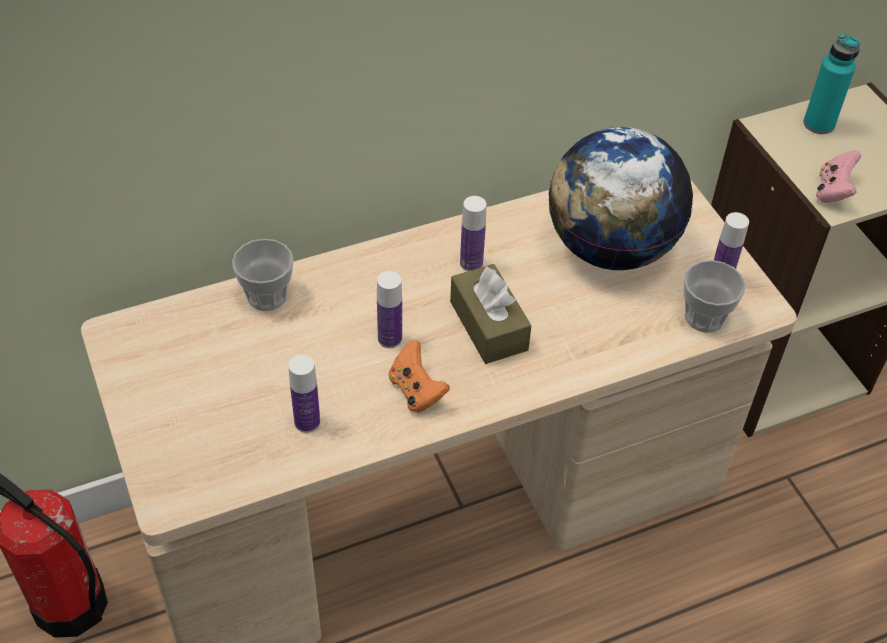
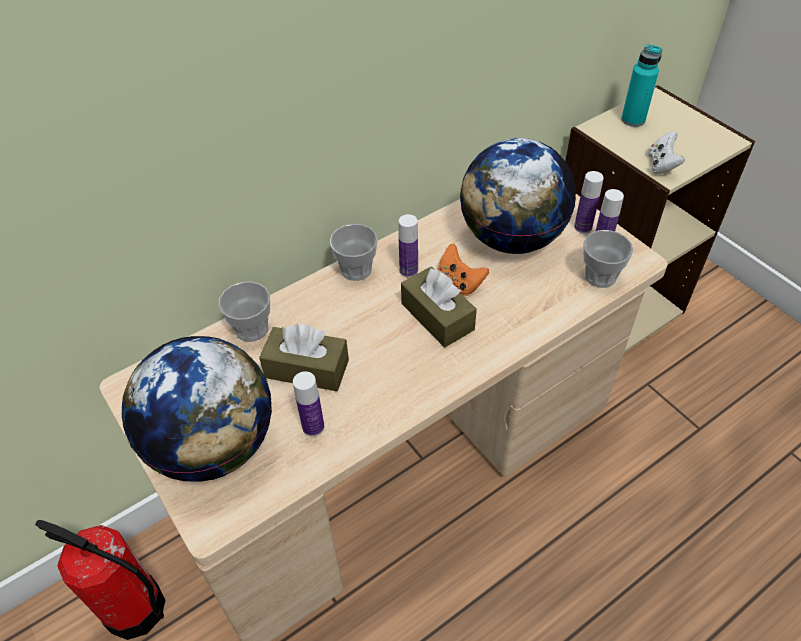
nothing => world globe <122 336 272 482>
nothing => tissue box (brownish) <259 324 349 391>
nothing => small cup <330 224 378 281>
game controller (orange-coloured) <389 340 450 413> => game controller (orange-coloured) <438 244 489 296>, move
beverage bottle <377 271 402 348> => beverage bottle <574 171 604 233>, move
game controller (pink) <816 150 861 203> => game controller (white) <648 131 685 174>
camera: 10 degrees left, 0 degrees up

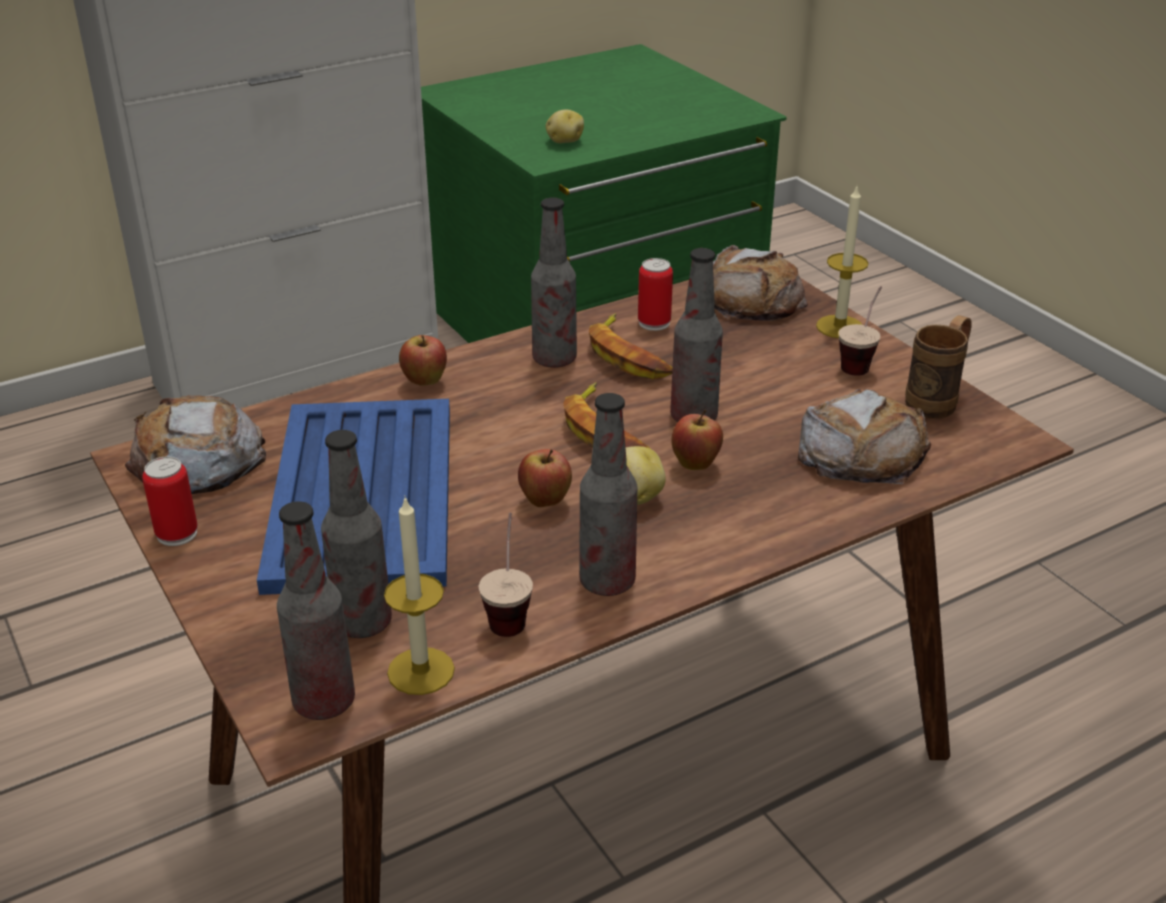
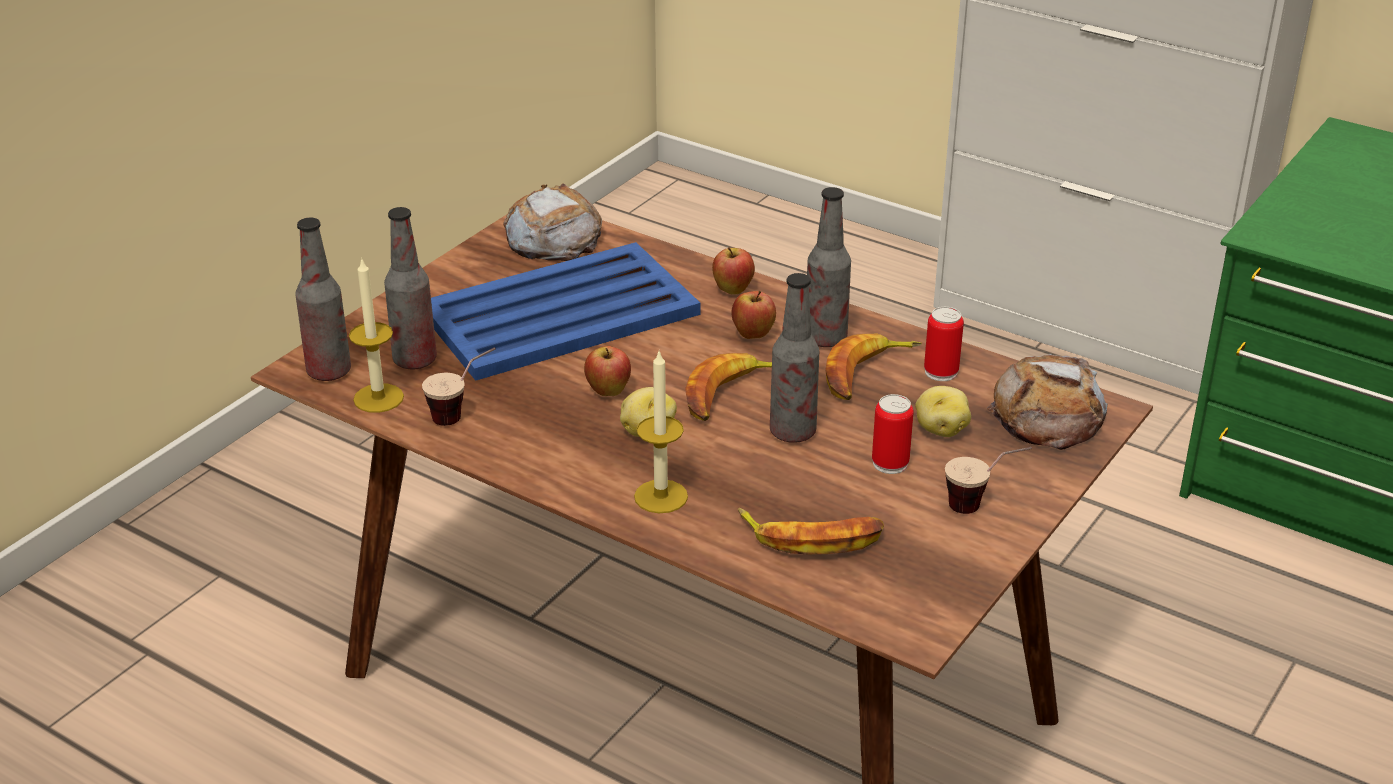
wax light <816 187 868 338> => wax light <634 349 688 513>, move
whole apple <672 410 723 470> => whole apple <731 291 776 339>, move
bread <798 389 931 484> => banana <738 508 884 554>
can <142 456 198 546> => can <872 394 914 474>, move
spud <546 109 584 143> => spud <915 386 971 437>, move
beverage bottle <579 393 637 596> => nothing
coffee mug (brownish) <905 315 971 418> => nothing
camera: 65 degrees right, 0 degrees up

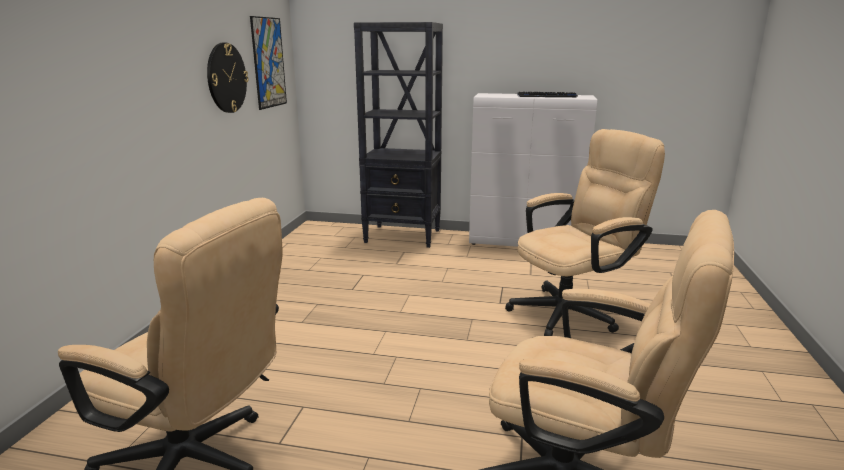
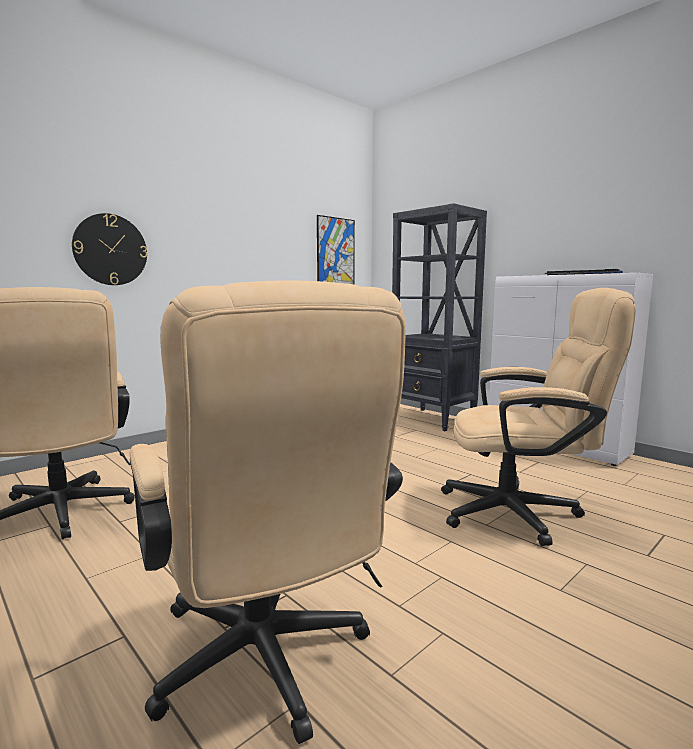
hanging clock <207 43 248 113> => hanging clock <72 213 147 285>, move
camera: 35 degrees right, 10 degrees down

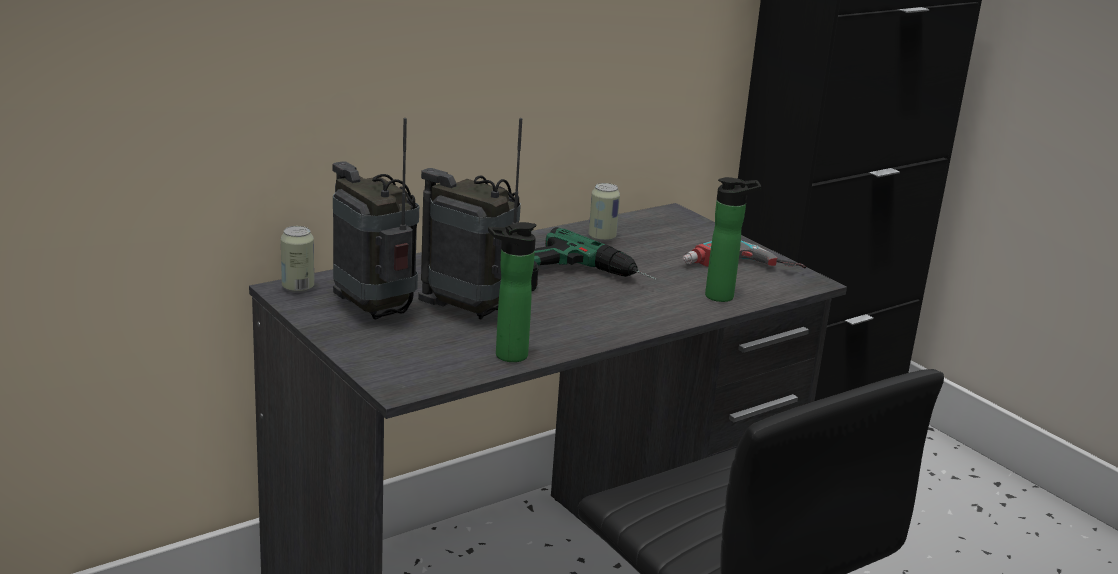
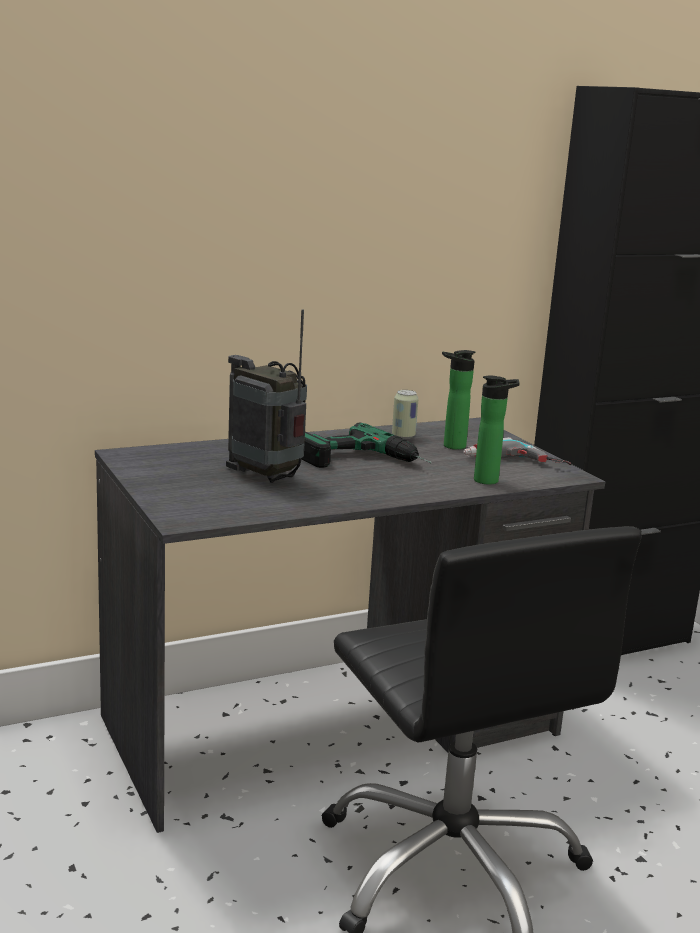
beverage bottle <488 222 536 362> => beverage bottle <442 350 476 450>, move
can <281 226 314 293> => nothing
radio set <333 118 419 319> => nothing
camera: 10 degrees right, 5 degrees down

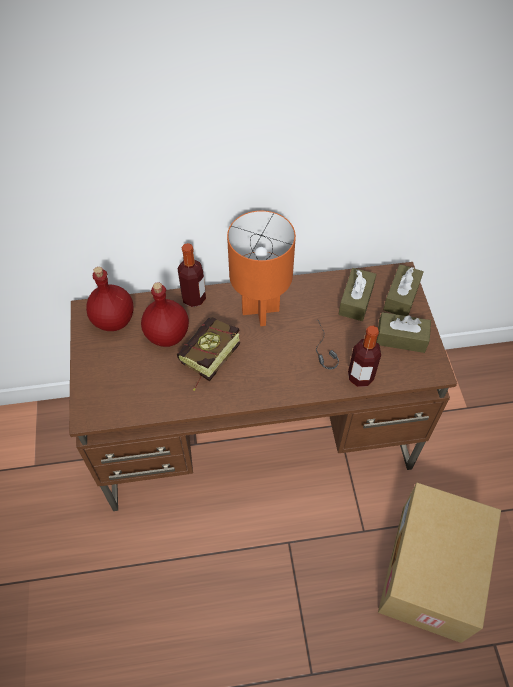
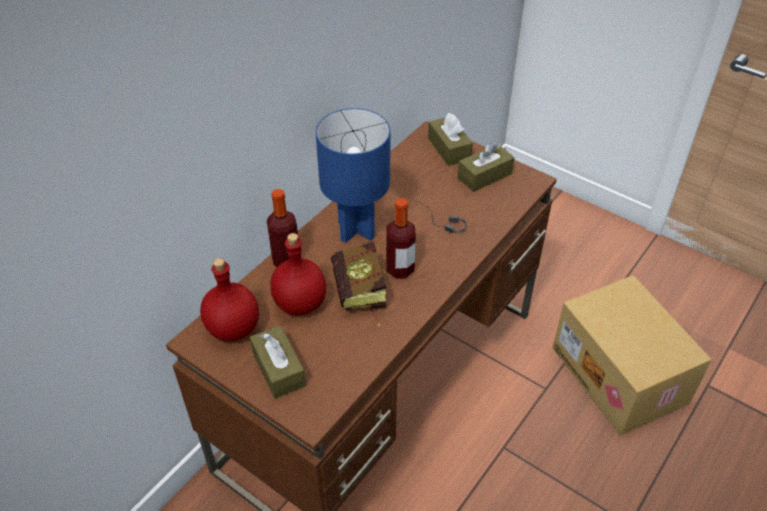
tissue box (brownish) <338 268 376 321> => tissue box (brownish) <250 325 306 398>, move
table lamp (orange-coloured) <227 211 296 326> => table lamp (bluish) <316 108 391 243>
beverage bottle <348 326 381 387> => beverage bottle <386 198 416 278>, move
camera: 45 degrees left, 10 degrees down

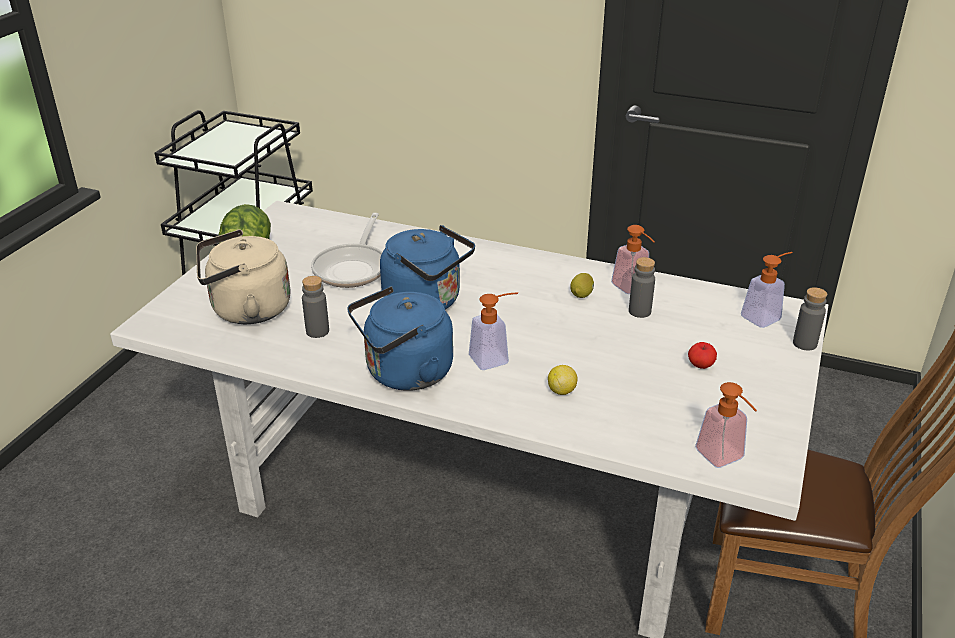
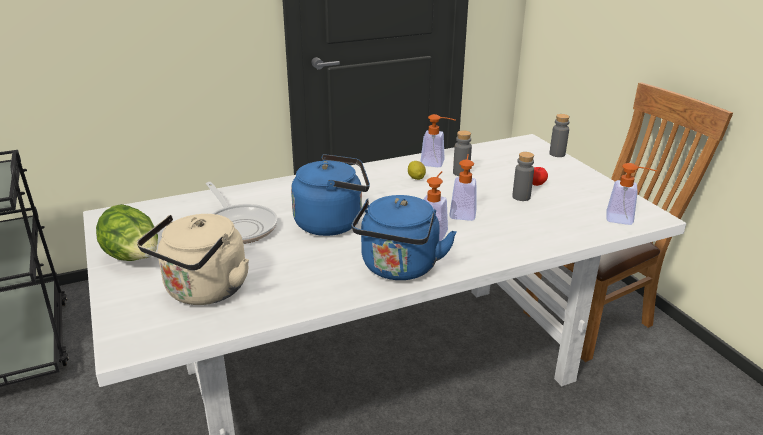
liquid soap bottle <741 252 793 328> => liquid soap bottle <449 154 476 221>, move
beverage bottle (grey) <302 276 329 338> => beverage bottle (grey) <512 152 534 201>, move
lemon <548 365 578 395> => nothing
camera: 45 degrees left, 5 degrees down

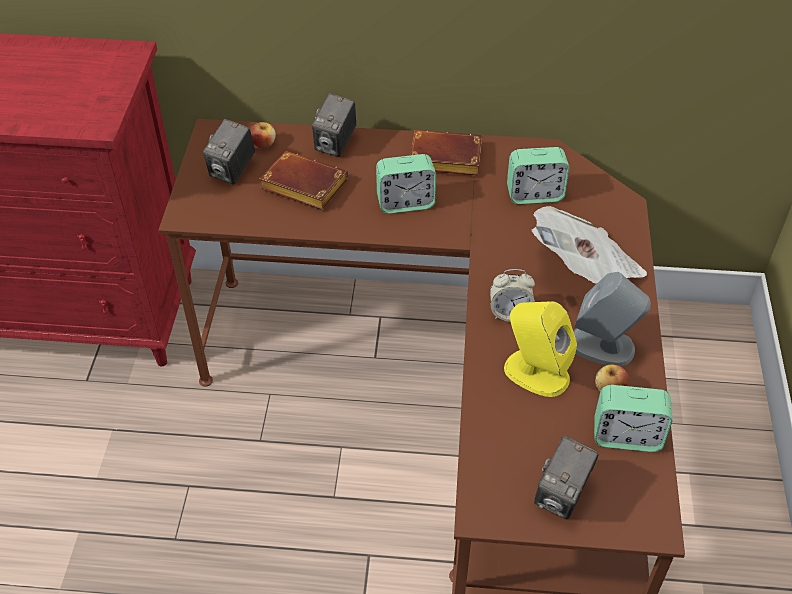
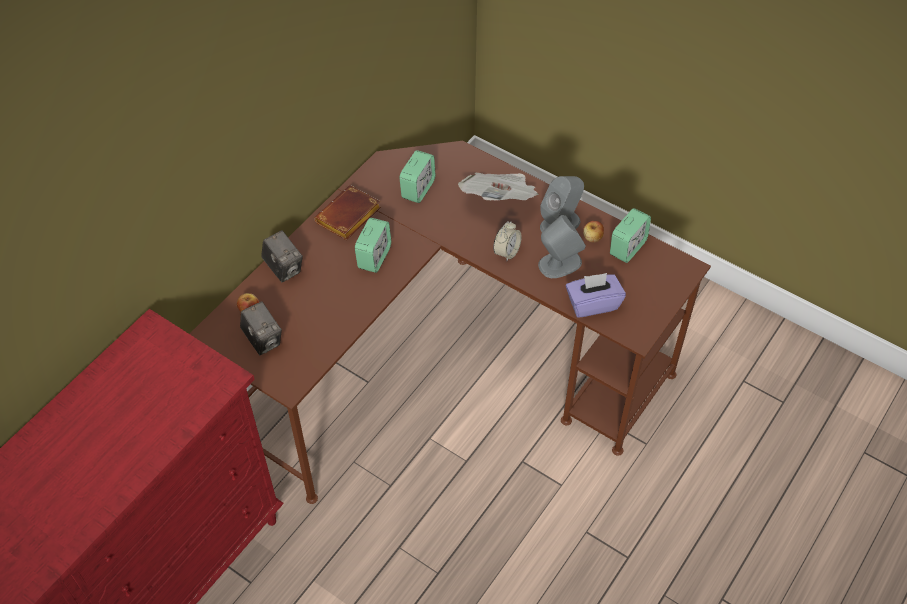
speaker (yellow) <504 301 577 397> => speaker (grey) <538 215 586 278>
nothing => tissue box (purple-coloured) <566 273 626 318>
book (brownish) <259 151 348 210> => nothing
still camera <534 436 599 519> => nothing
camera: 60 degrees left, 5 degrees up

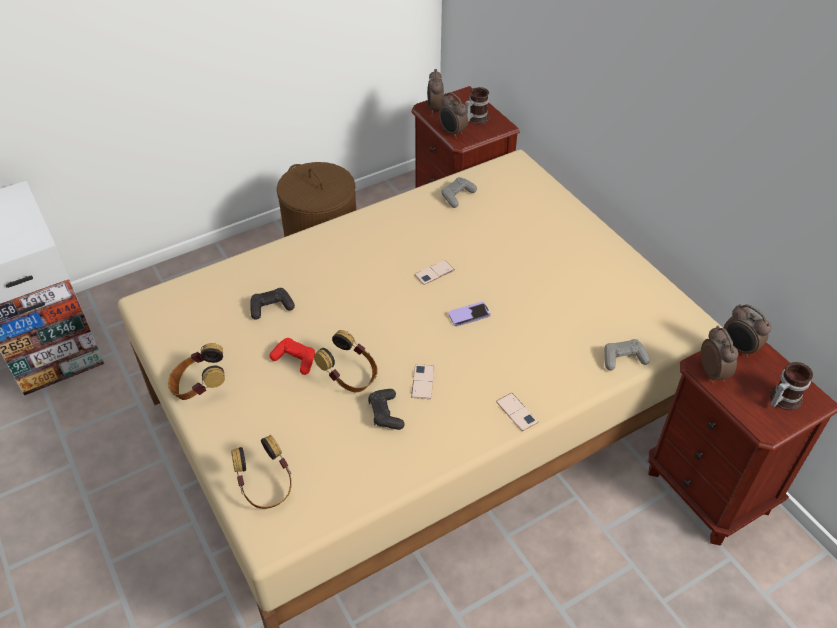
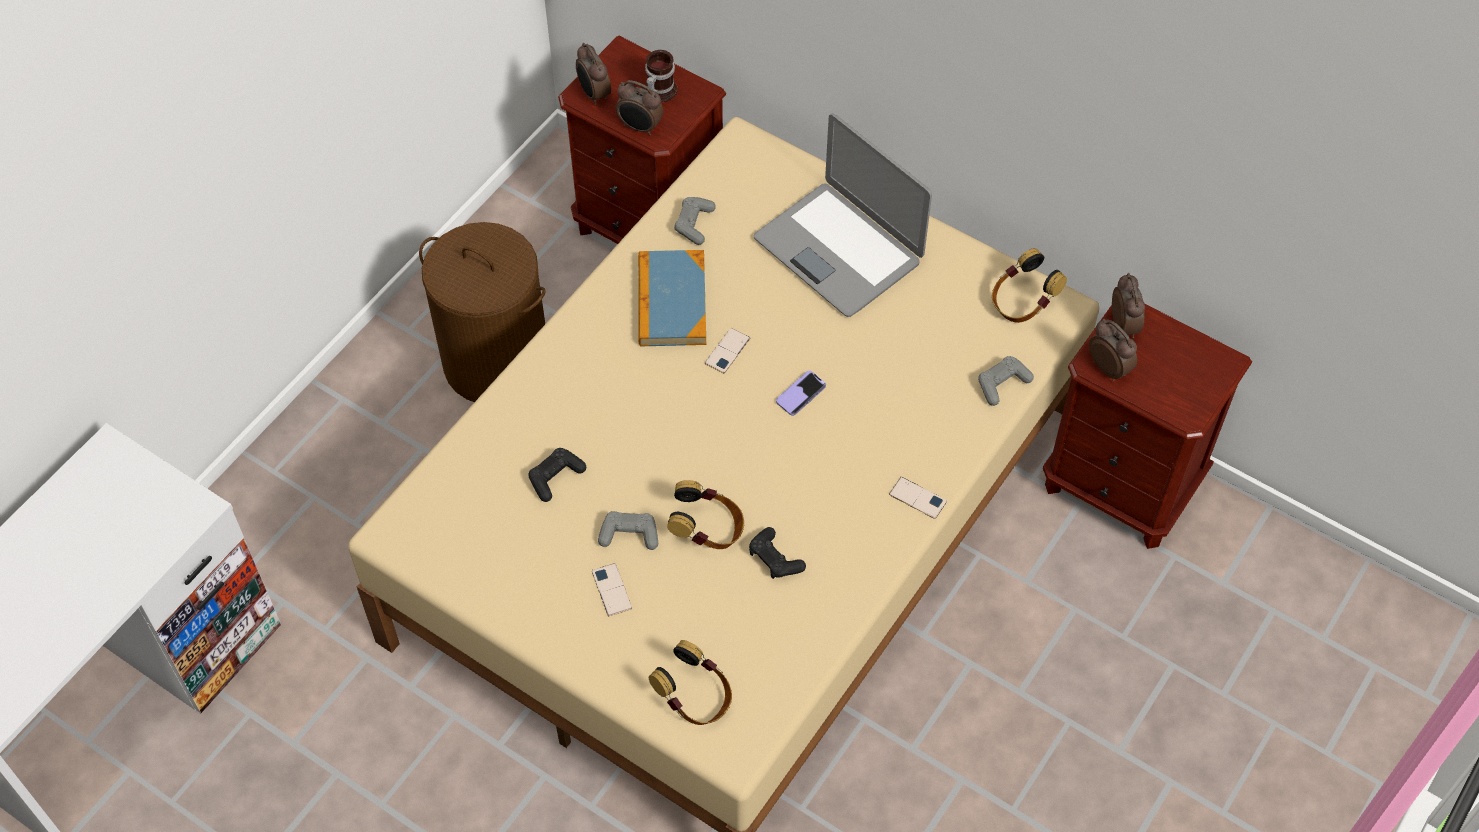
telephone <411 364 434 399> => telephone <592 563 632 616>, move
game controller (reddish) <270 338 315 375> => game controller (grey) <598 511 658 550>
nothing => book <638 250 706 346>
nothing => notebook computer <754 113 932 317>
headset <168 343 225 400> => headset <992 248 1067 323>, move
alarm clock <724 304 771 358> => alarm clock <1112 273 1145 338>, 120 degrees counterclockwise
coffee mug <770 362 813 410> => nothing
camera: 25 degrees left, 10 degrees up

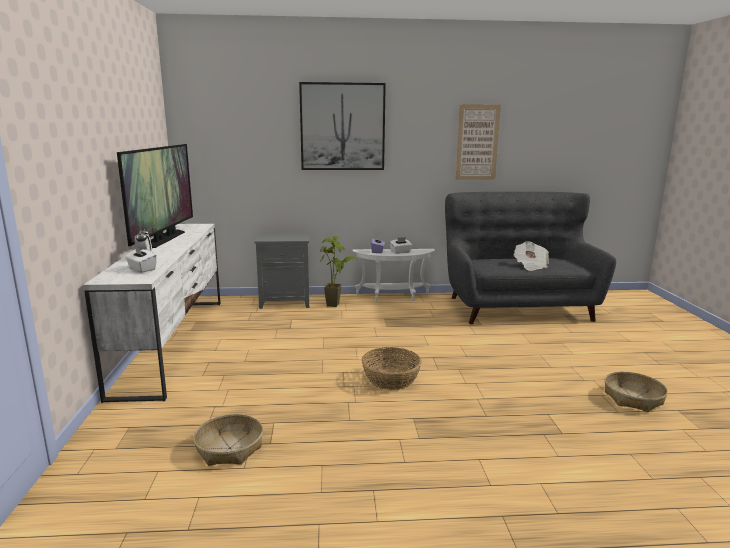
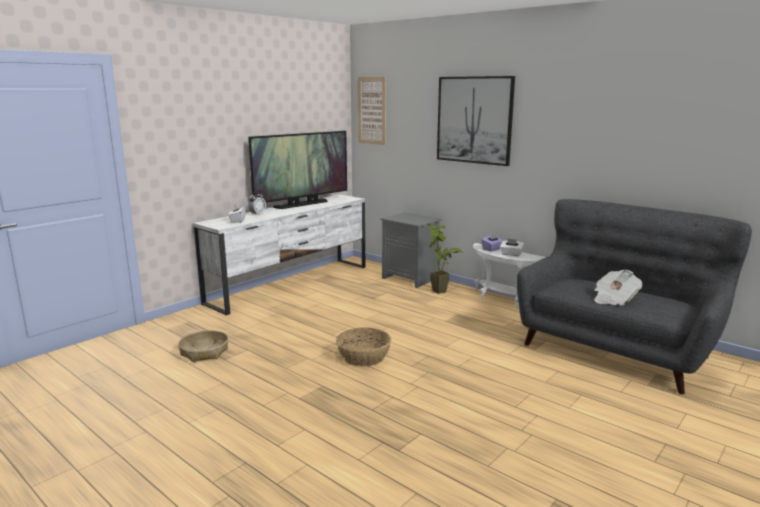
picture <455 104 501 180> => picture <358 77 386 145>, move
household basket <605 372 668 412> => nothing
camera: 45 degrees right, 0 degrees up

